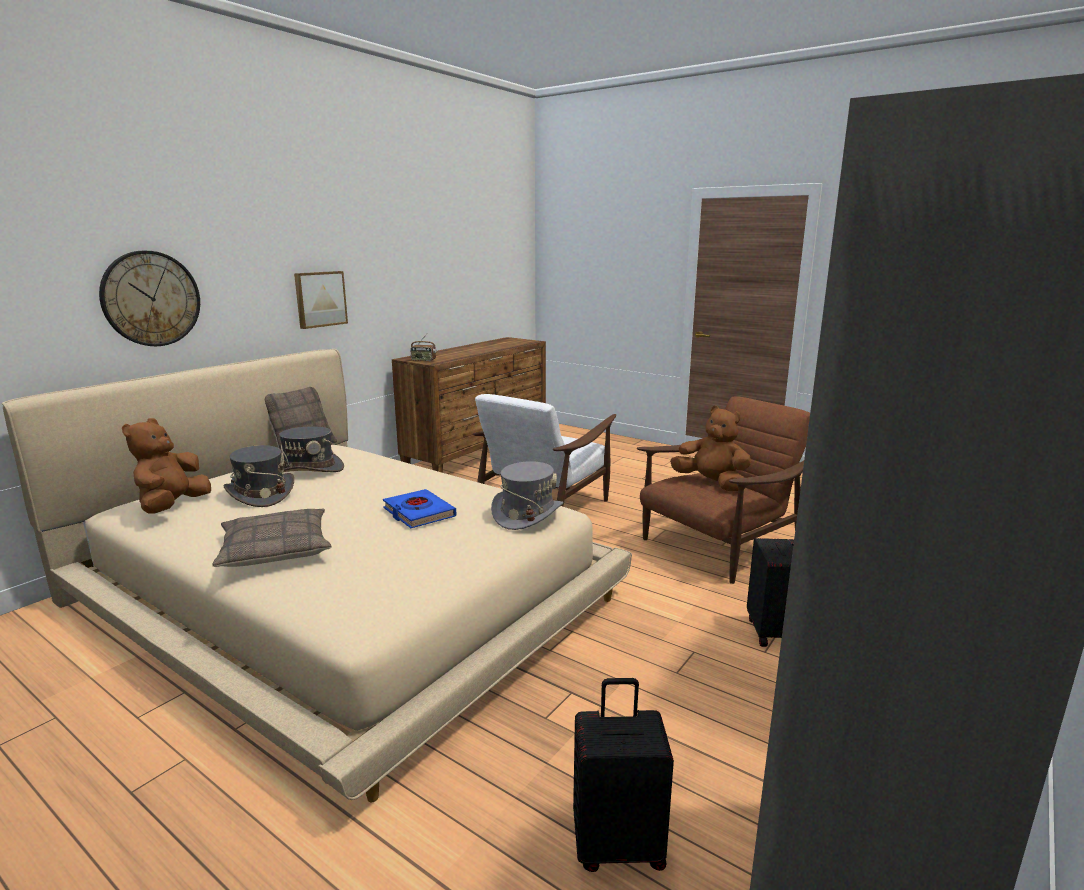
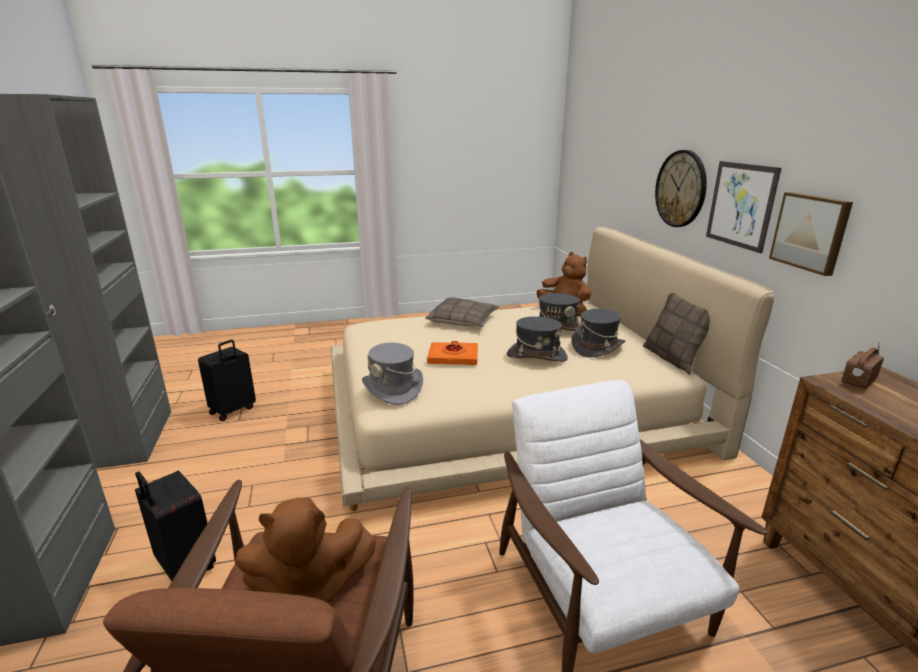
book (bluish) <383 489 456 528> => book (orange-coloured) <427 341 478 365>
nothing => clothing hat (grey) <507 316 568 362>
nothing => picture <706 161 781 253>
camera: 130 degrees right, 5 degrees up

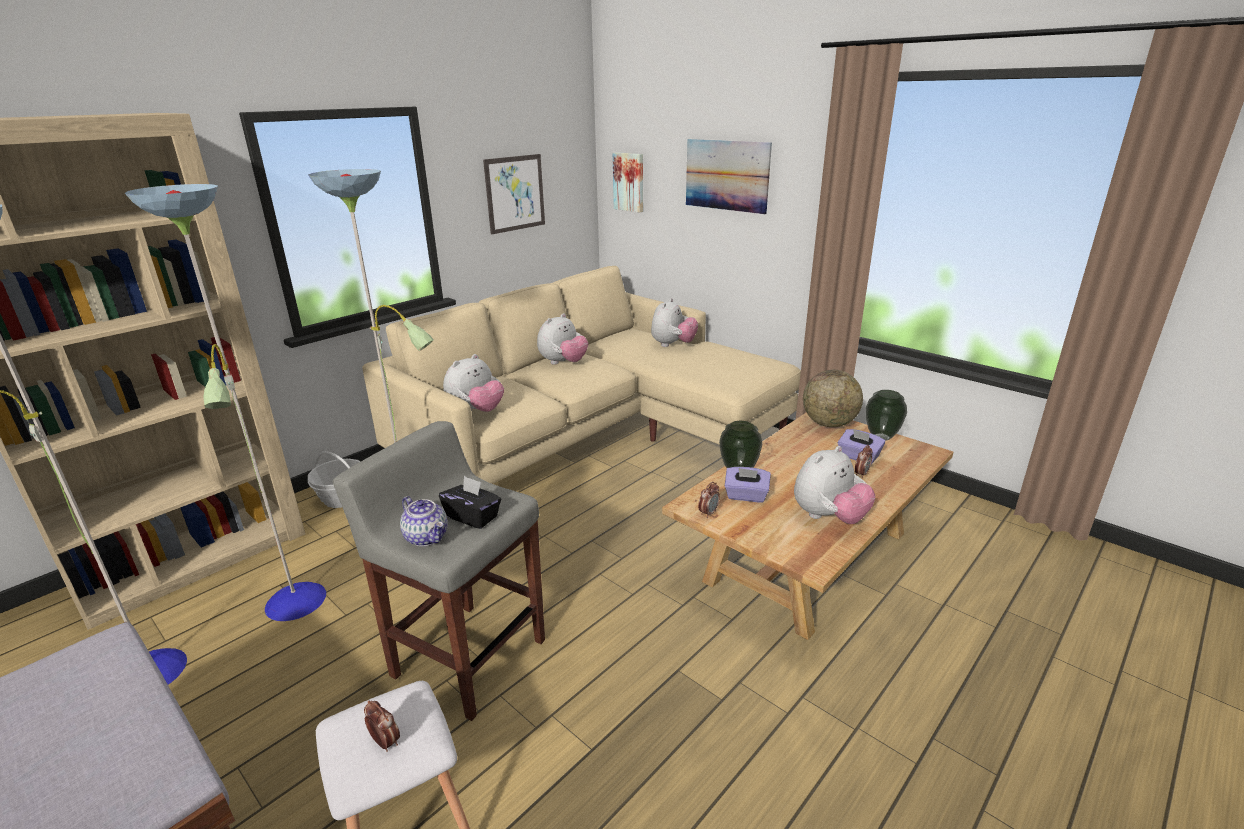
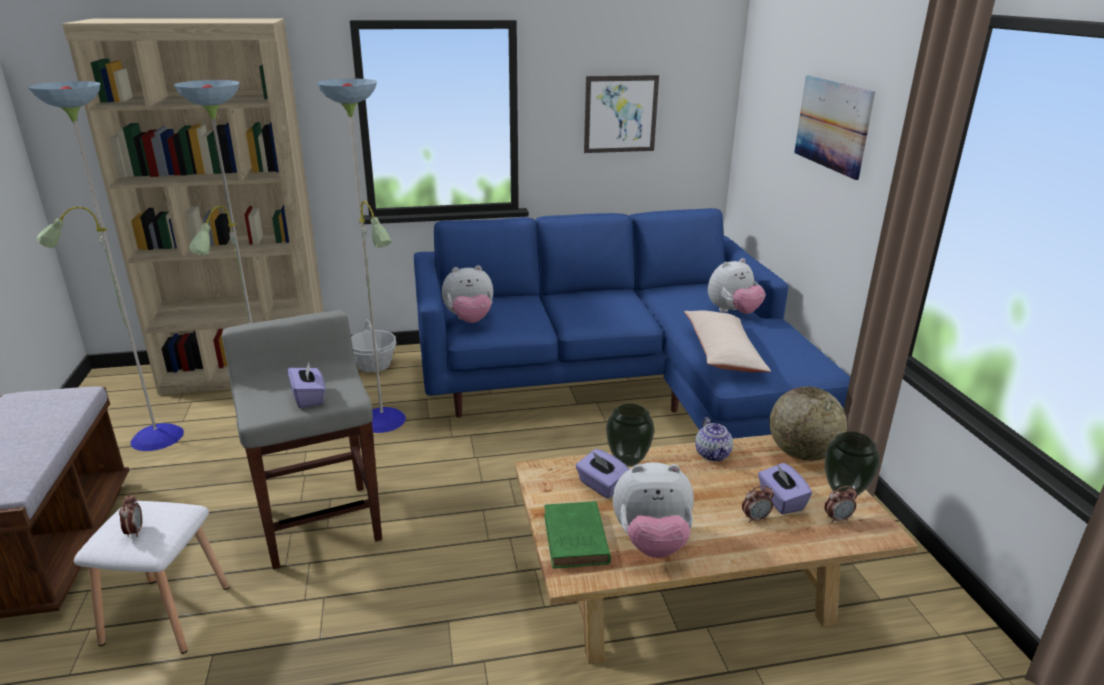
tissue box (black) <439 476 501 529> => tissue box (purple-coloured) <288 361 325 408>
sofa (beige-coloured) <362 266 801 484> => sofa (bluish) <414 208 850 439>
nothing => book (green) <544 501 611 568>
nothing => pillow (beige-coloured) <684 311 771 372>
teapot <400 496 448 546> => teapot <695 417 733 462>, move
alarm clock <698 482 720 518> => alarm clock <824 486 857 523>, move
soft toy <537 313 588 365> => nothing
picture <613 152 643 212> => nothing
camera: 35 degrees right, 0 degrees up

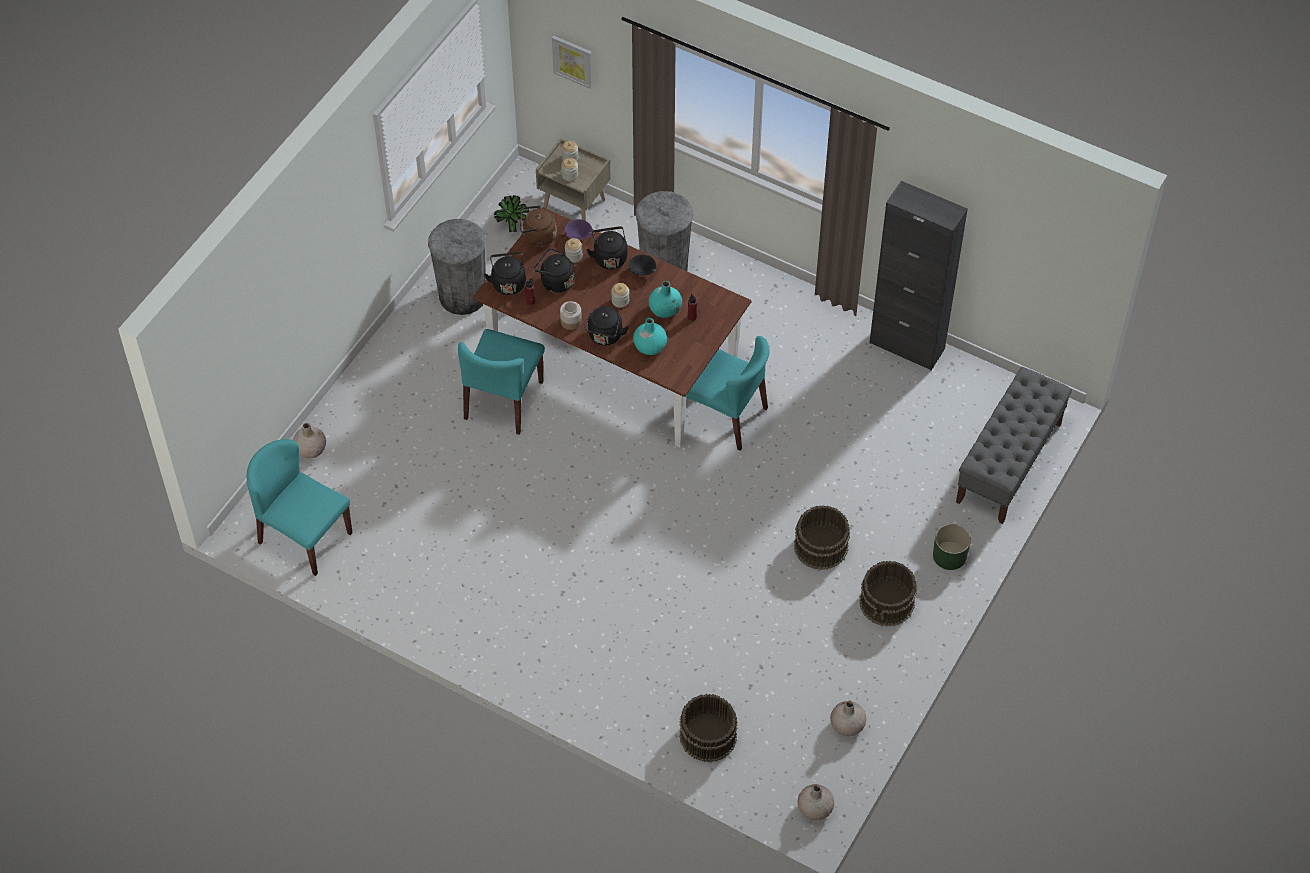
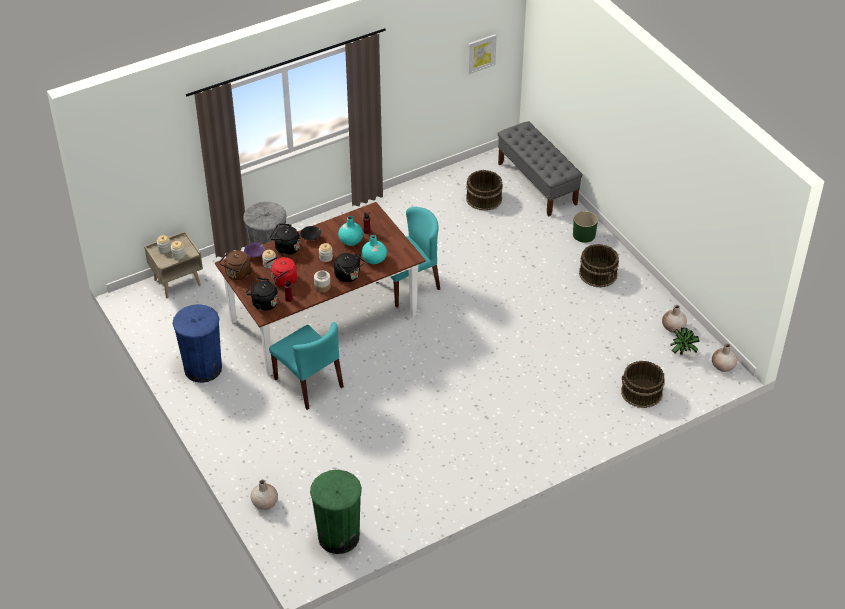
waste bin (grey) <428 219 486 315> => waste bin (bluish) <172 304 222 383>
kettle (black) <534 248 575 293> => kettle (reddish) <266 256 297 287>
plain chair (turquoise-coloured) <247 439 353 576> => waste bin (green) <310 470 362 554>
bucket (brownish) <794 505 850 570> => bucket (brownish) <466 170 503 211>, move
picture <552 36 593 89> => picture <468 34 497 74>, move
houseplant <494 195 529 232> => houseplant <670 328 700 355>, move
cupboard (black) <869 181 968 371> => nothing
camera: 60 degrees left, 10 degrees down

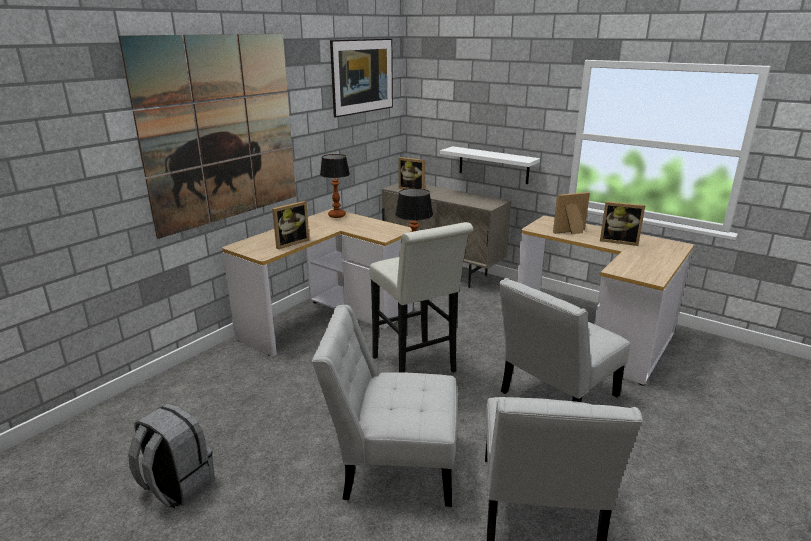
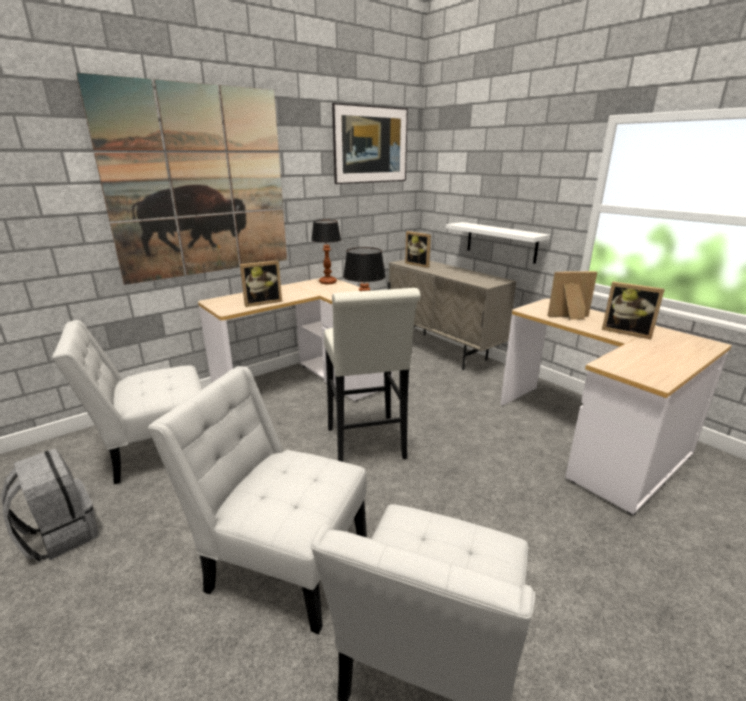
plain chair (white) <499 278 630 402> => plain chair (white) <52 320 202 484>, move
camera: 15 degrees right, 0 degrees up

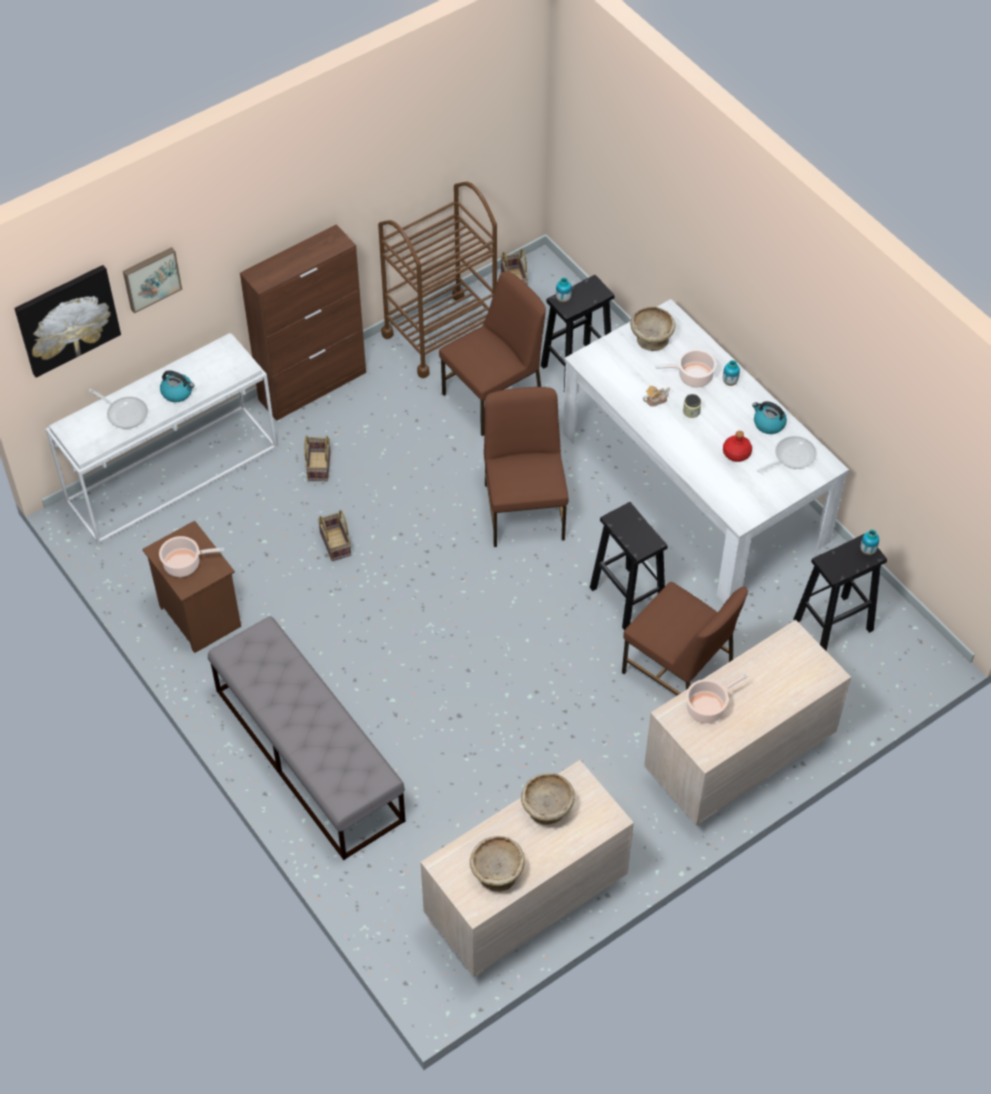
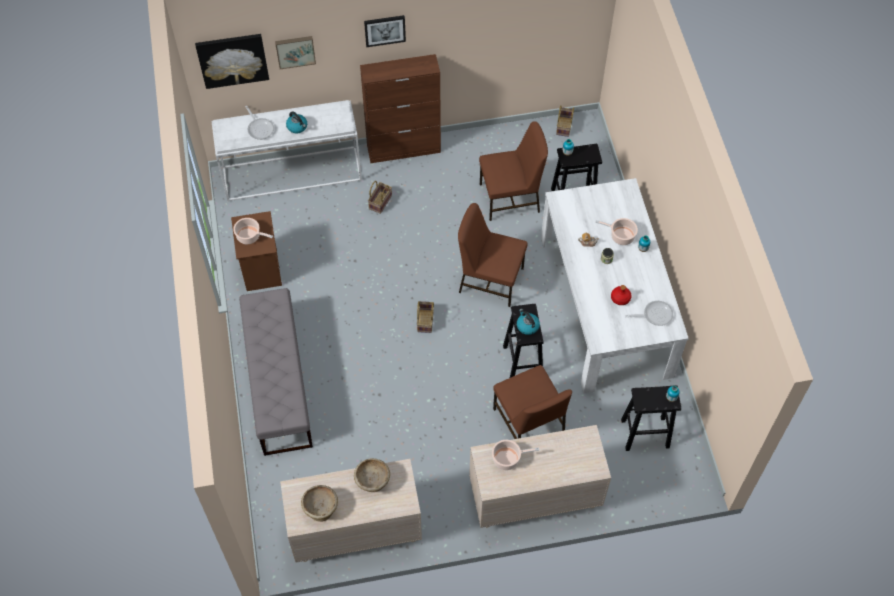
nothing => picture <364 15 406 47>
household basket <318 510 351 561> => household basket <417 301 434 333>, move
plain chair (brownish) <484 387 568 547> => plain chair (brownish) <458 203 527 307>, 90 degrees counterclockwise
kettle <752 401 787 434> => kettle <517 309 540 335>, move
wheeled cart (brownish) <378 182 497 378> => nothing
bowl (beige-coloured) <630 307 675 351> => nothing
camera: 25 degrees right, 5 degrees up

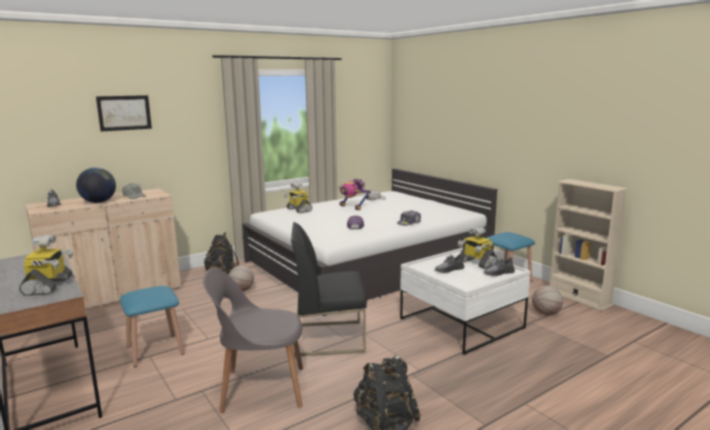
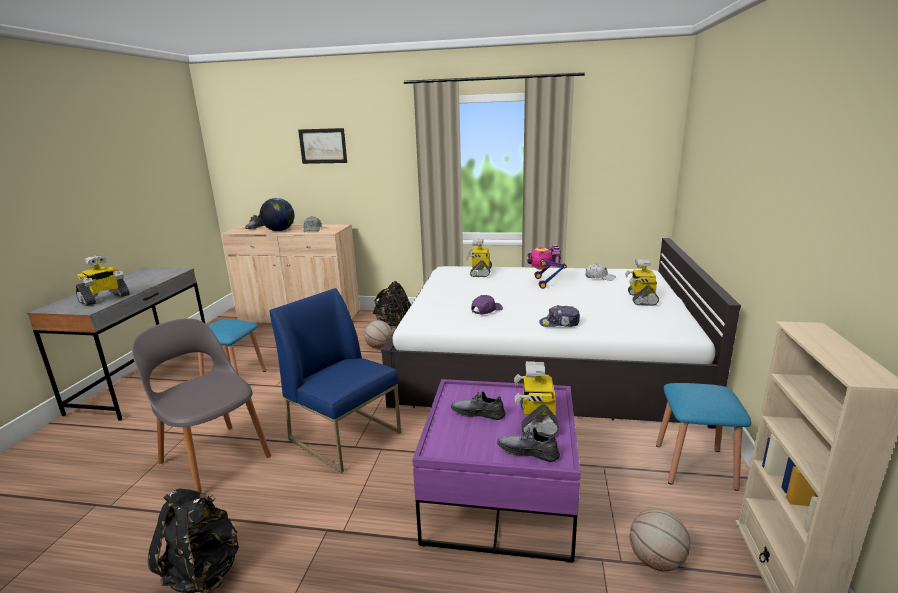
plain chair (black) <291 222 367 357> => plain chair (bluish) <269 288 401 473>
lounge table (white) <400 248 531 355> => lounge table (purple-coloured) <412 379 581 563>
nothing => robot figure <625 259 659 306>
camera: 45 degrees right, 5 degrees up

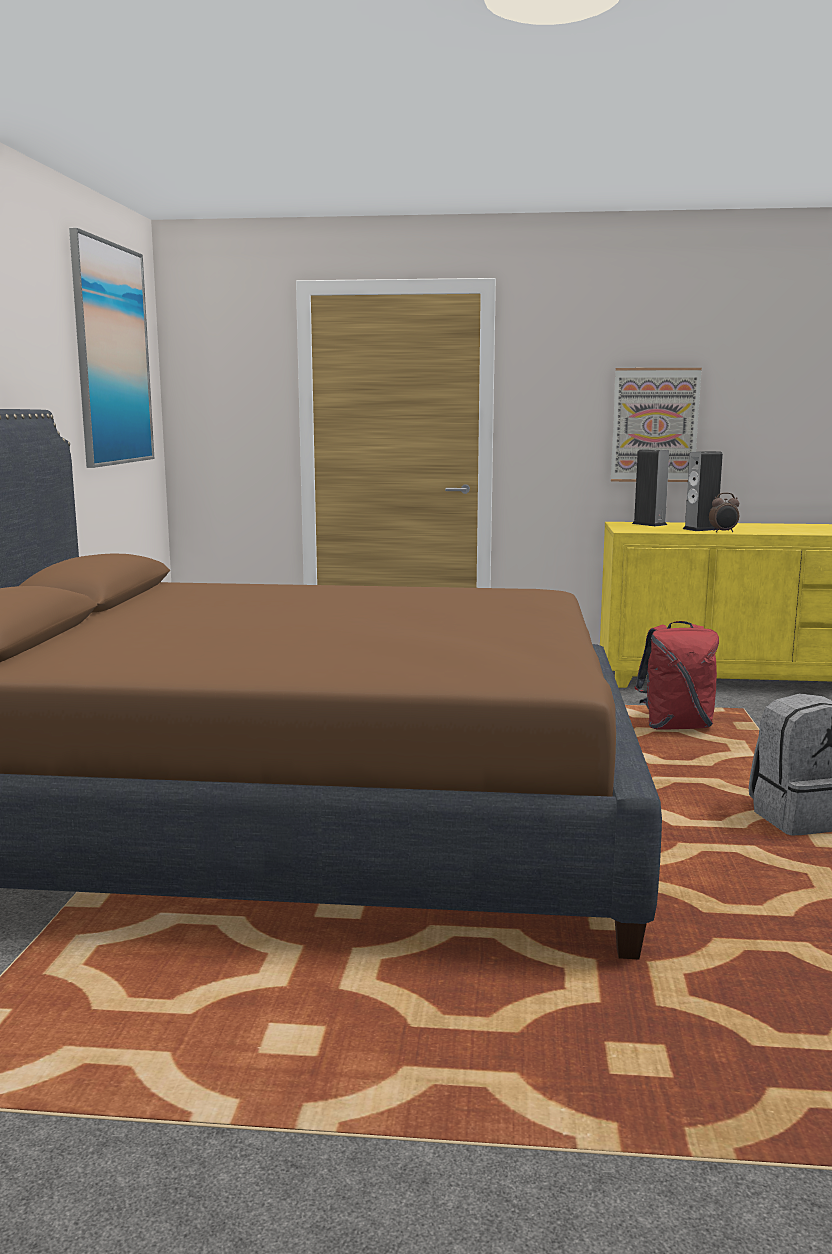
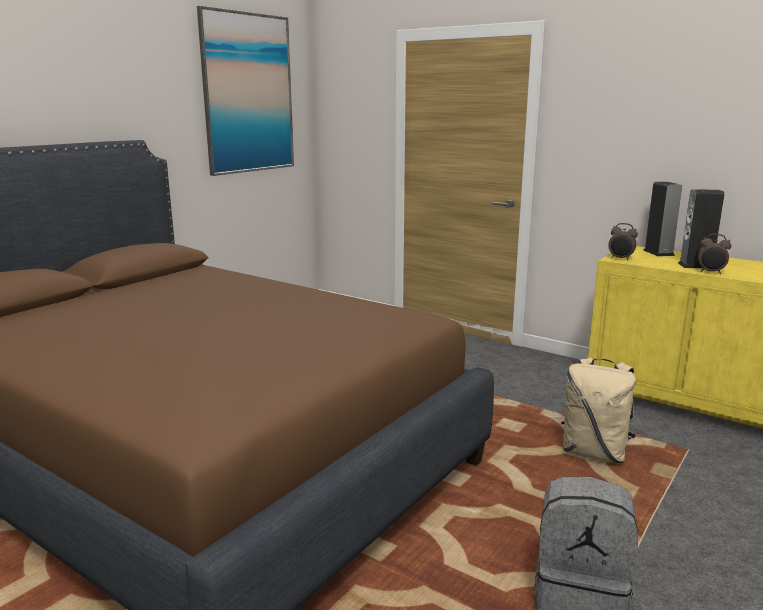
knapsack (reddish) <635 621 719 729> => knapsack (beige-coloured) <561 358 636 463>
nothing => alarm clock <608 223 638 260>
picture <611 368 702 482> => nothing
camera: 30 degrees right, 5 degrees up

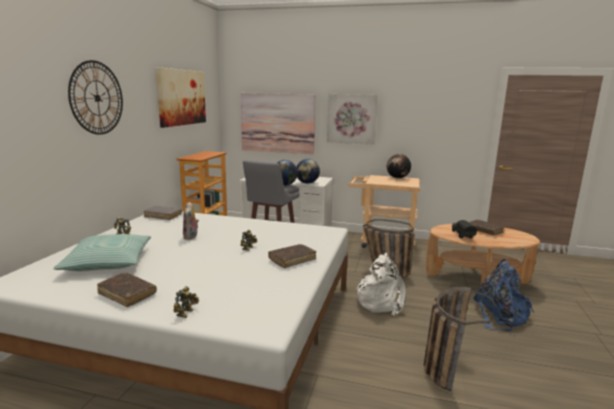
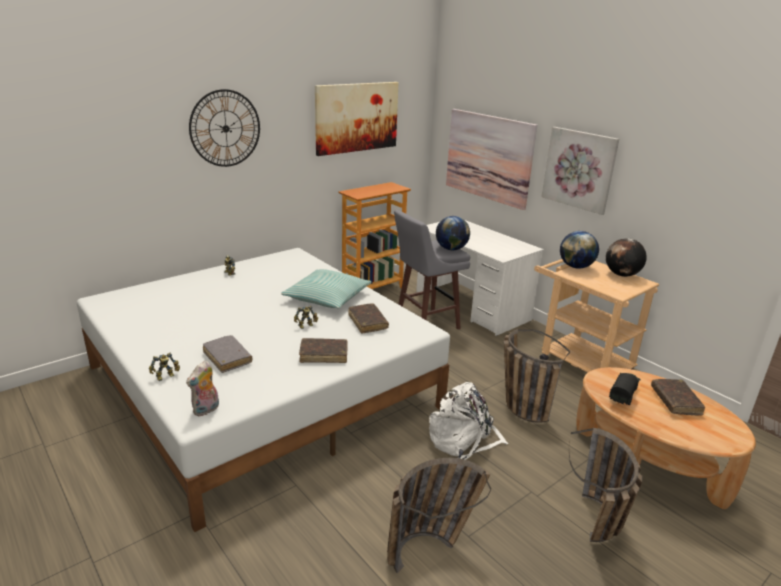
soft toy <183 202 199 240> => soft toy <186 361 219 416>, move
book (grey) <144 206 182 220> => book (grey) <203 335 252 373>, move
pillow <54 234 151 271> => pillow <281 269 372 308>, move
book (brownish) <97 273 157 307> => book (brownish) <348 304 389 334>, move
world globe <296 159 320 184> => world globe <560 231 599 269>, move
knapsack (bluish) <473 259 534 331> => household basket <569 428 642 542>
camera: 35 degrees right, 10 degrees up

